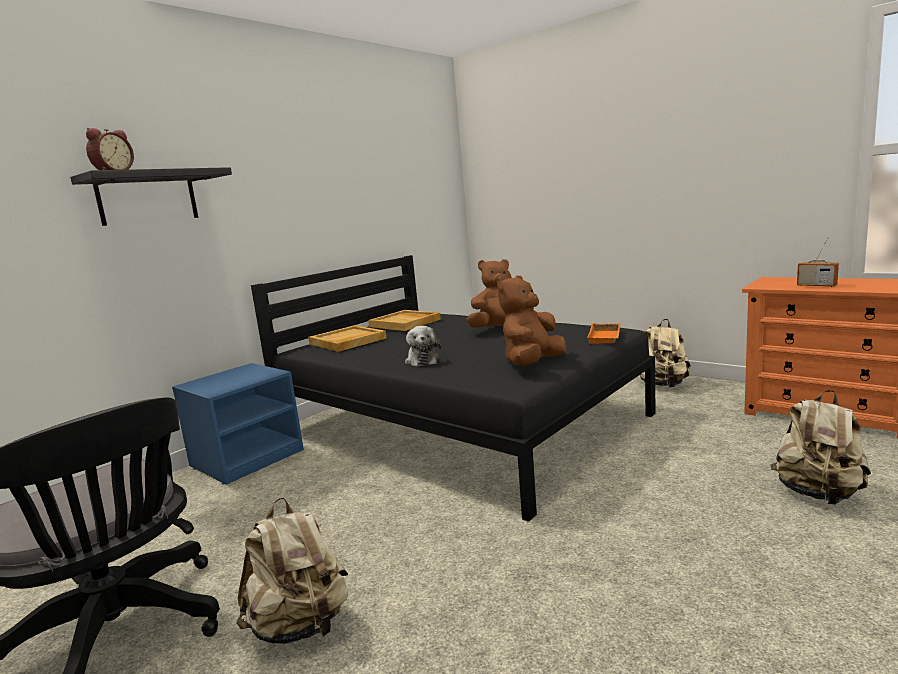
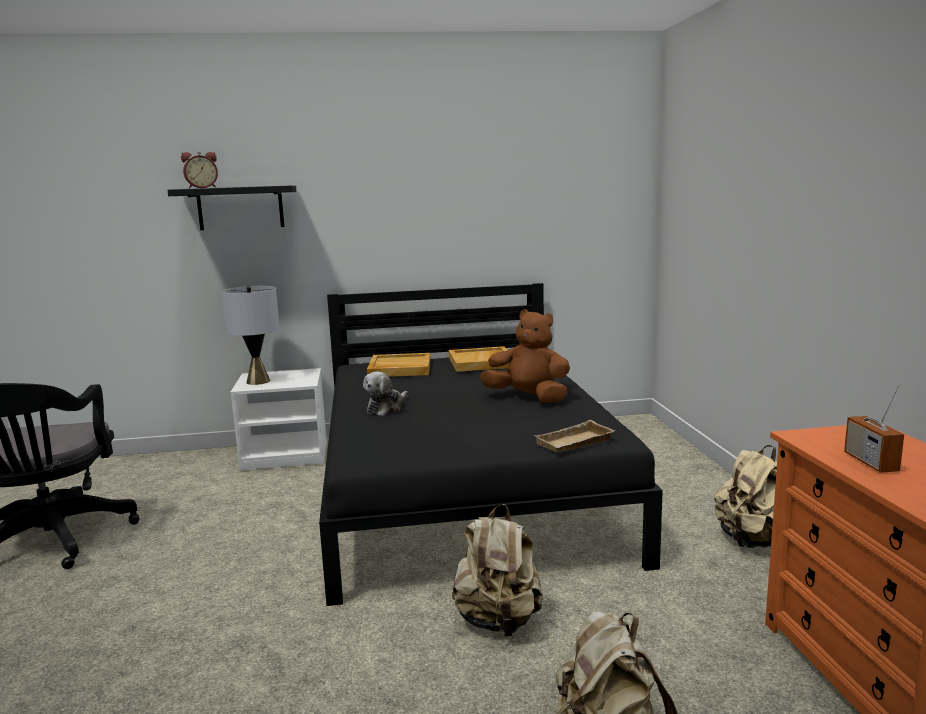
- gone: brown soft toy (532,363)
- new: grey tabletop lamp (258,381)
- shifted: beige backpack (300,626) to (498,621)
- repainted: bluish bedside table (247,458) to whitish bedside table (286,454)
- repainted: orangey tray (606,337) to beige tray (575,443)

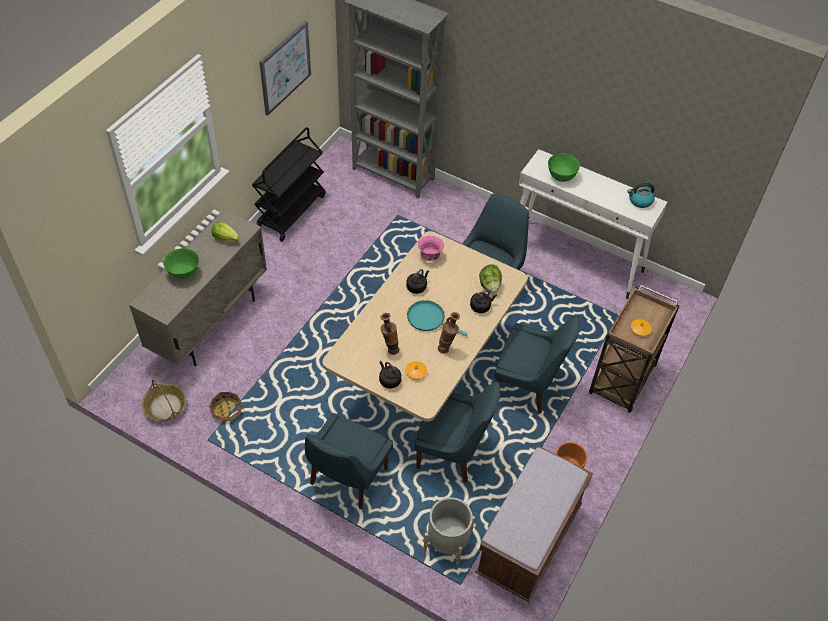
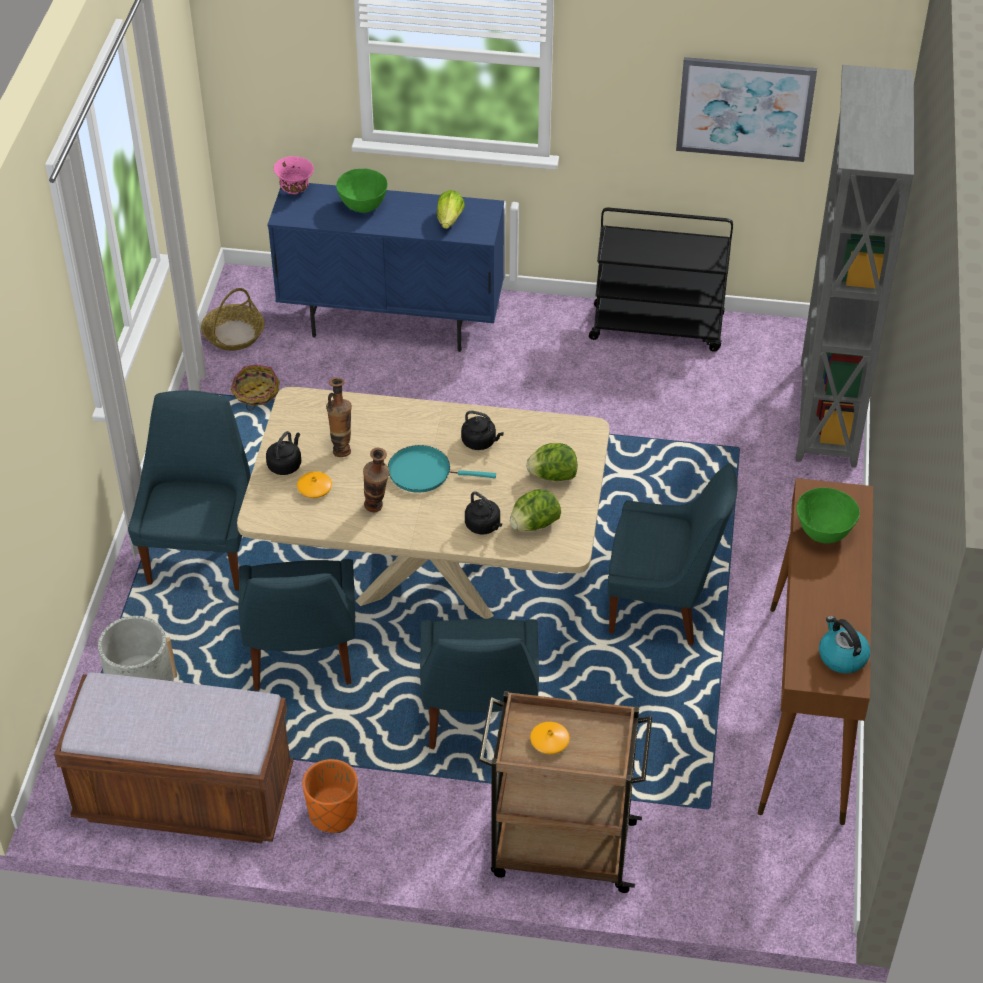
- new: lettuce head (552,476)
- shifted: pink-coloured bowl (429,256) to (295,189)
- repainted: beige cupboard (210,324) to bluish cupboard (392,324)
- repainted: whitish console table (576,258) to brown console table (806,712)
- rotated: bluish chair (347,478) = (202,553) 90 degrees clockwise
- rotated: blue-green pan (428,318) = (424,472) 90 degrees counterclockwise

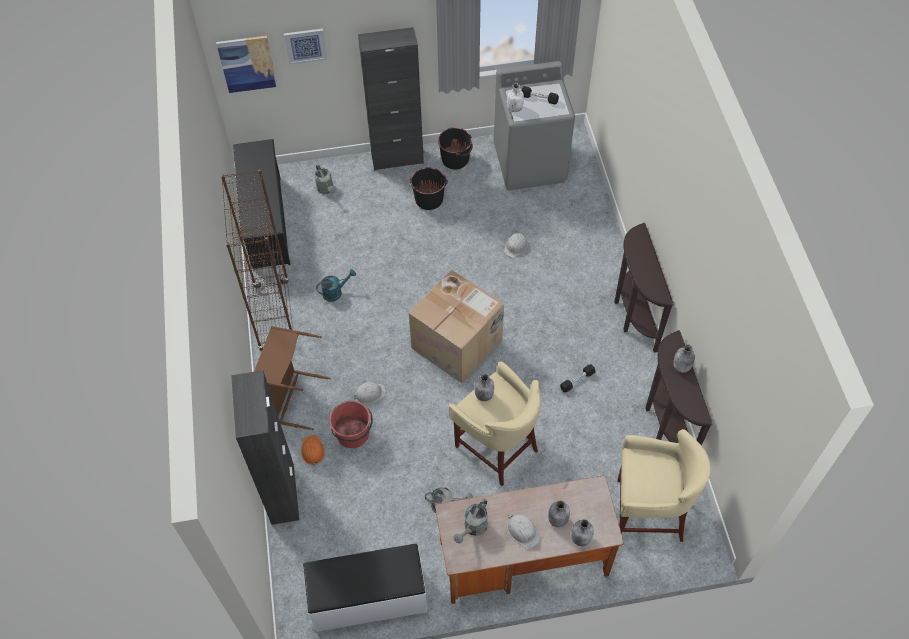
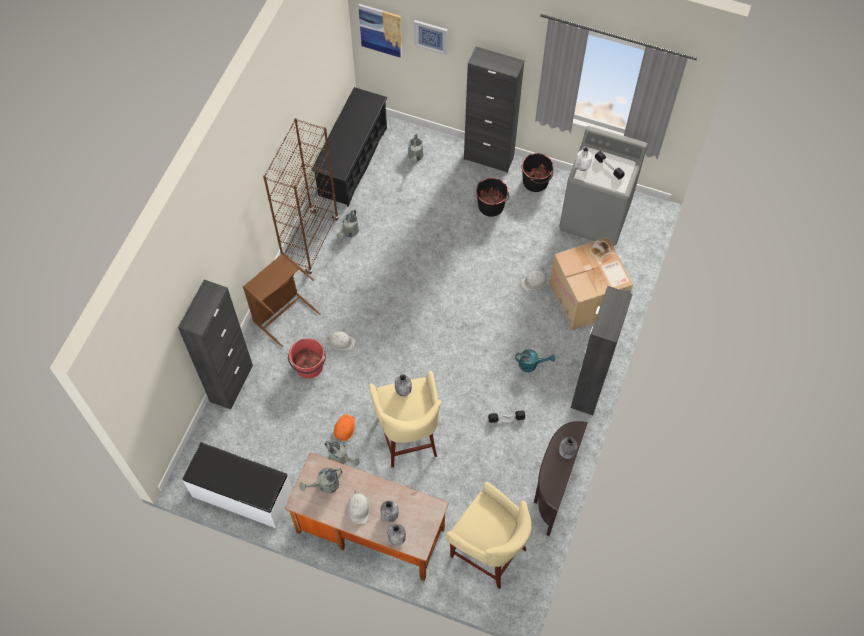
- new: grey watering can (349,232)
- shifted: orangey work helmet (312,451) to (344,428)
- shifted: blue-green watering can (335,292) to (531,364)
- shifted: cardboard box (458,343) to (587,298)
- swapped: brown console table (632,315) to black-coloured cupboard (589,389)

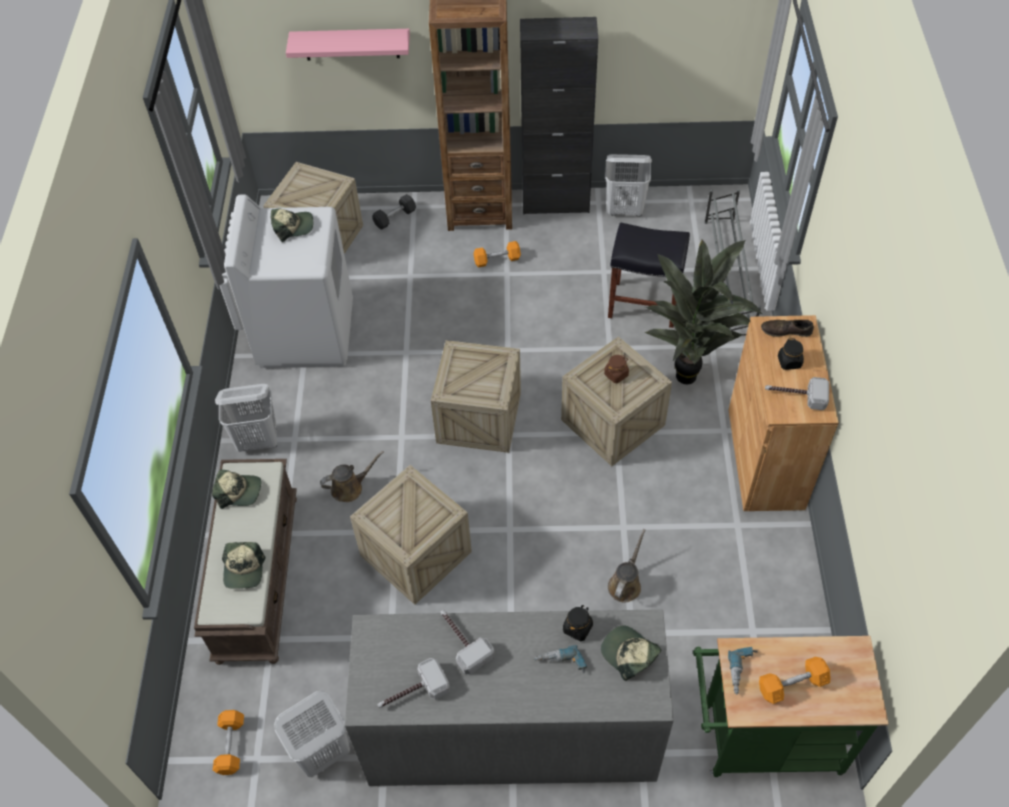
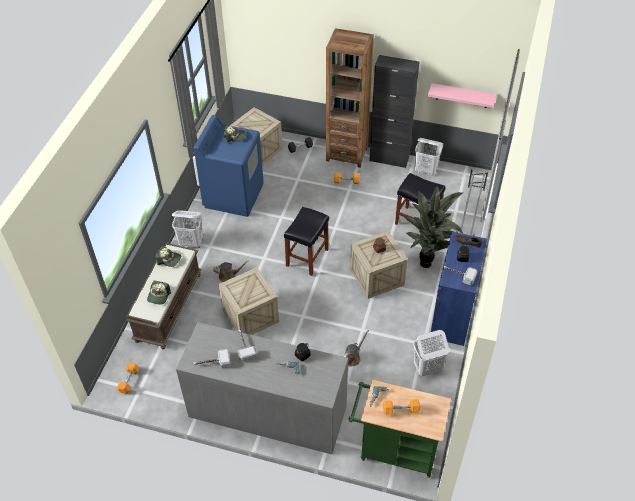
- gone: peaked cap (629,654)
- shifted: whitish hamper (322,753) to (427,368)
- shifted: pink-coloured wall shelf (351,44) to (462,95)
- swapped: packing crate (479,417) to black-coloured stool seat (307,258)
- repainted: whitish laundry machine (306,333) to bluish laundry machine (233,196)
- repainted: brown cupboard (765,458) to bluish cupboard (452,315)

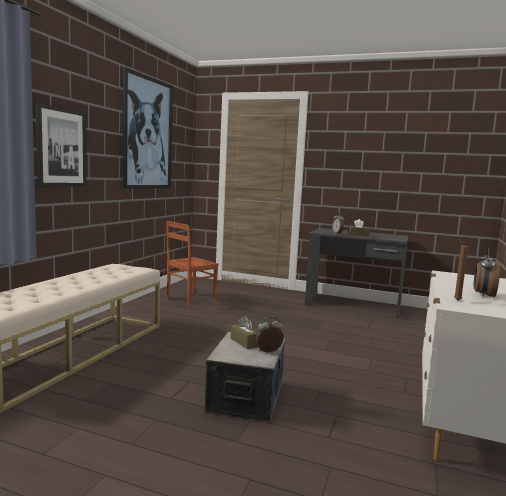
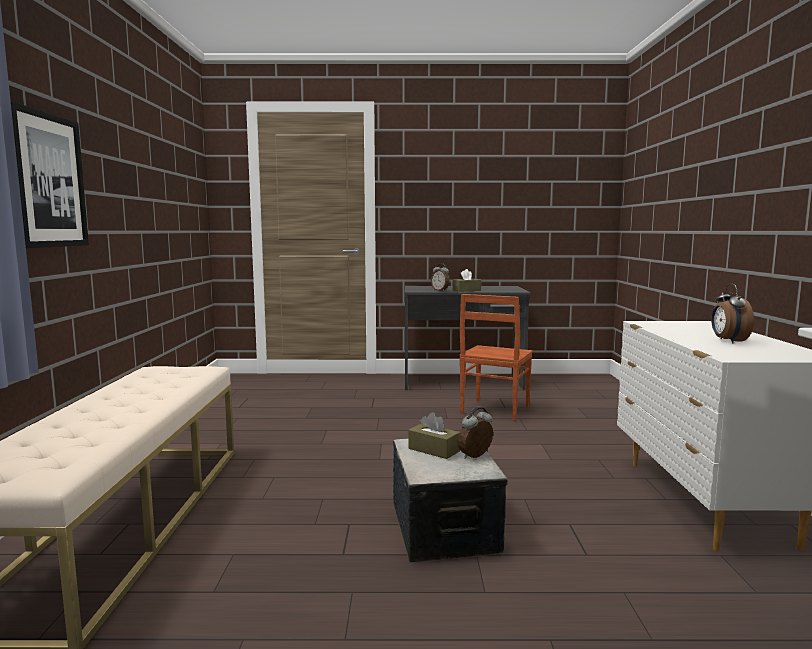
- gone: picture (148,133)
- gone: brown candle (456,300)
- shifted: brown chair (190,300) to (493,410)

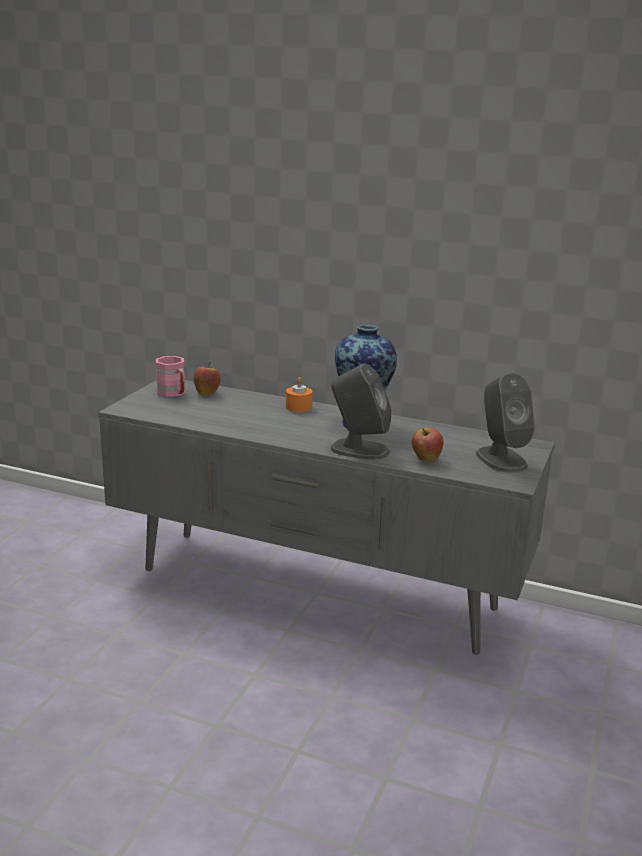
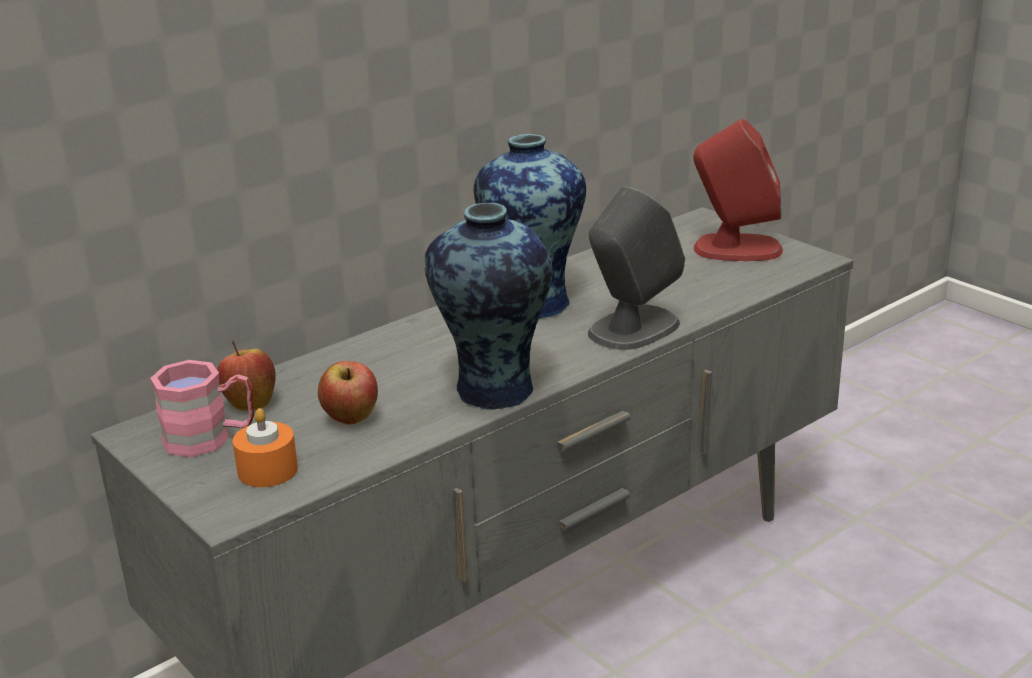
- new: decorative vase (493,392)
- shifted: orangey candle (298,407) to (267,470)
- shifted: apple fruit (426,459) to (351,419)
- repainted: grey audio speaker (501,459) to red-coloured audio speaker (736,248)

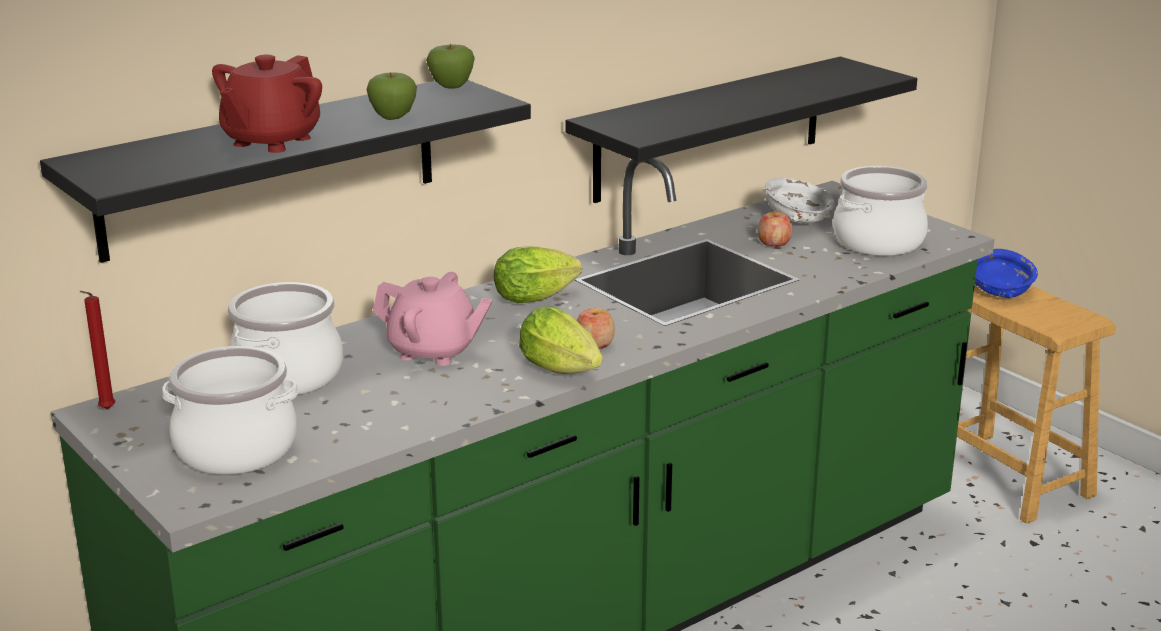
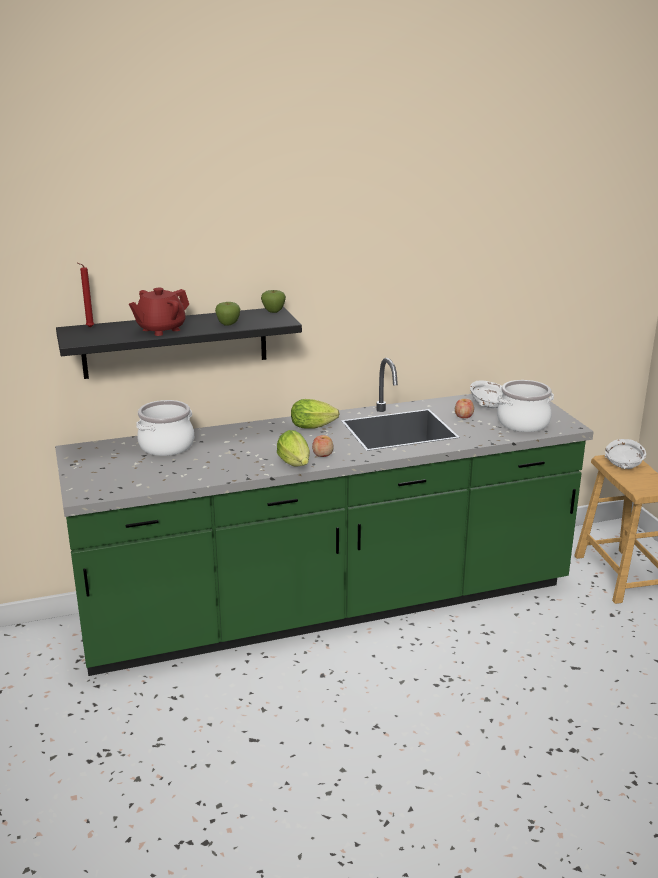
- gone: saucepot (235,450)
- gone: pink-coloured pot for tea (433,351)
- gone: black-coloured wall shelf (710,128)
- shifted: red-coloured candle (105,410) to (89,327)
- repainted: bluish bowl (999,291) to whitish bowl (623,464)

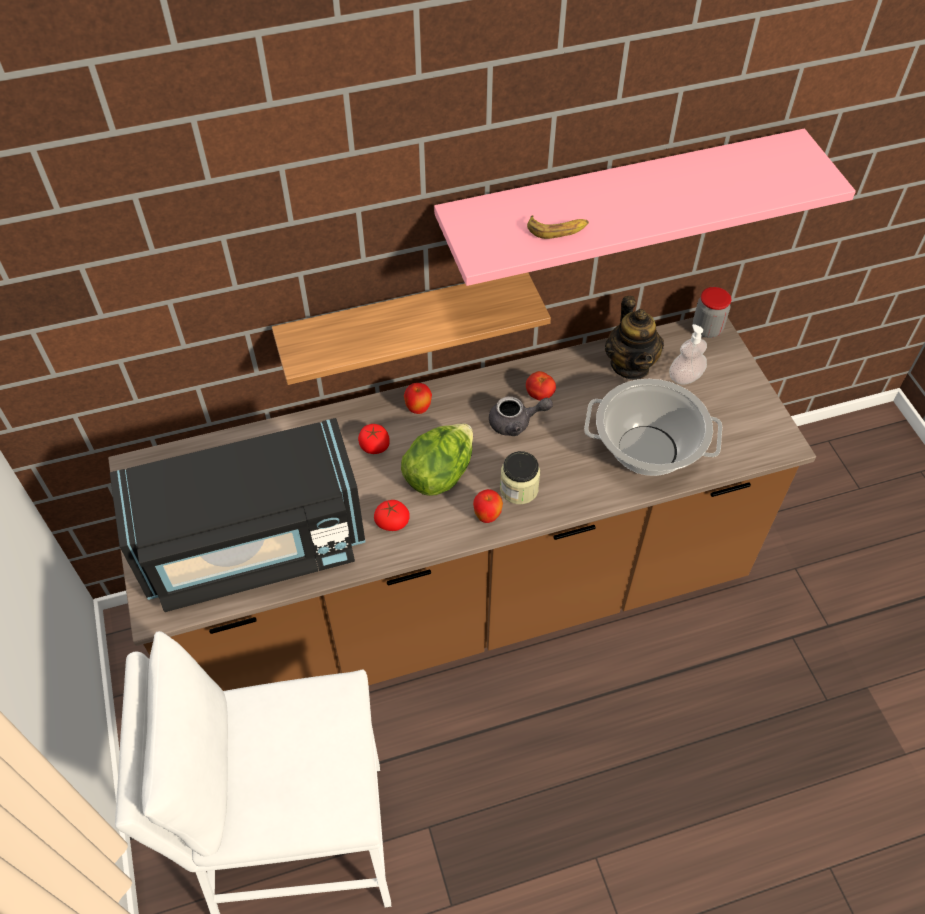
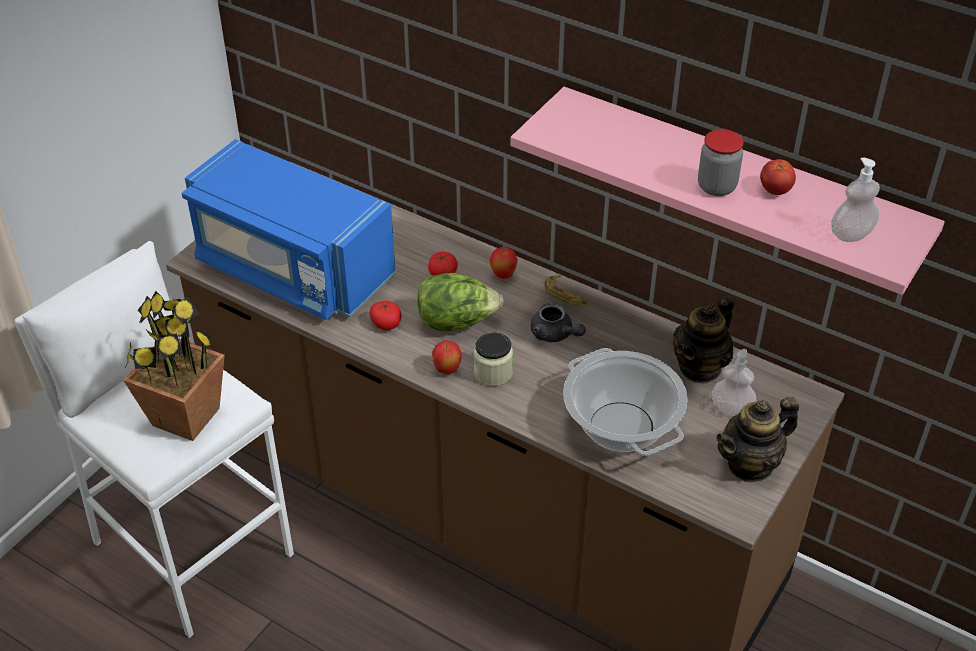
- gone: wall shelf (404,325)
- new: potted plant (185,416)
- new: pot for tea (750,464)
- new: liquid soap bottle (851,234)
- shifted: tomato (540,395) to (775,190)
- shifted: whole banana (557,230) to (565,295)
- shifted: storage jar (707,329) to (716,187)
- repainted: black-coloured kitchen microwave (253,546) to bluish kitchen microwave (292,269)

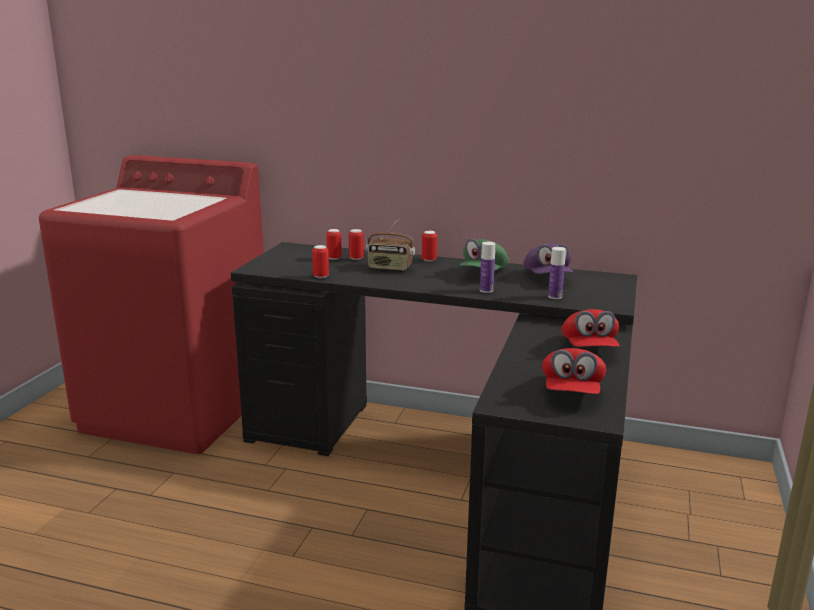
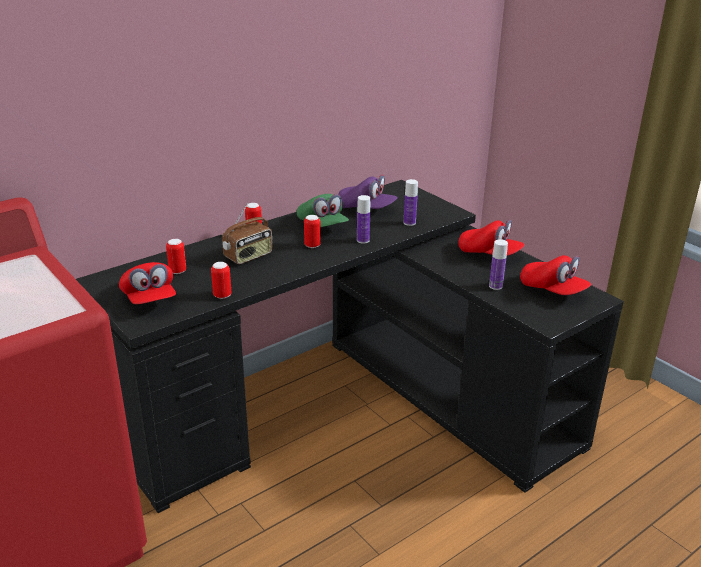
- new: red-coloured peaked cap (149,299)
- new: drink bottle (495,286)
- shifted: can (356,258) to (312,245)

